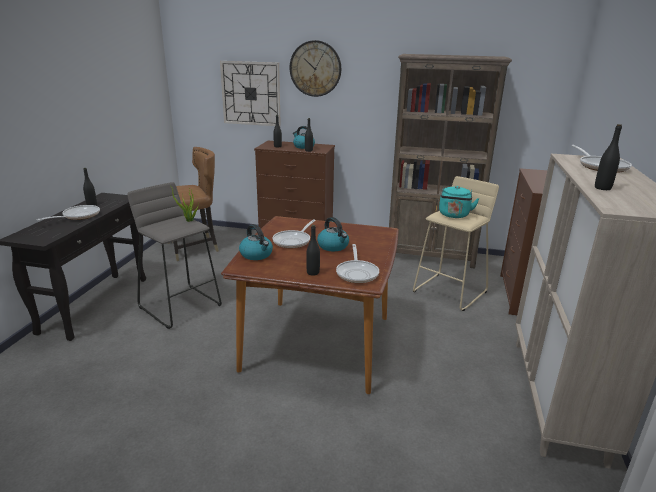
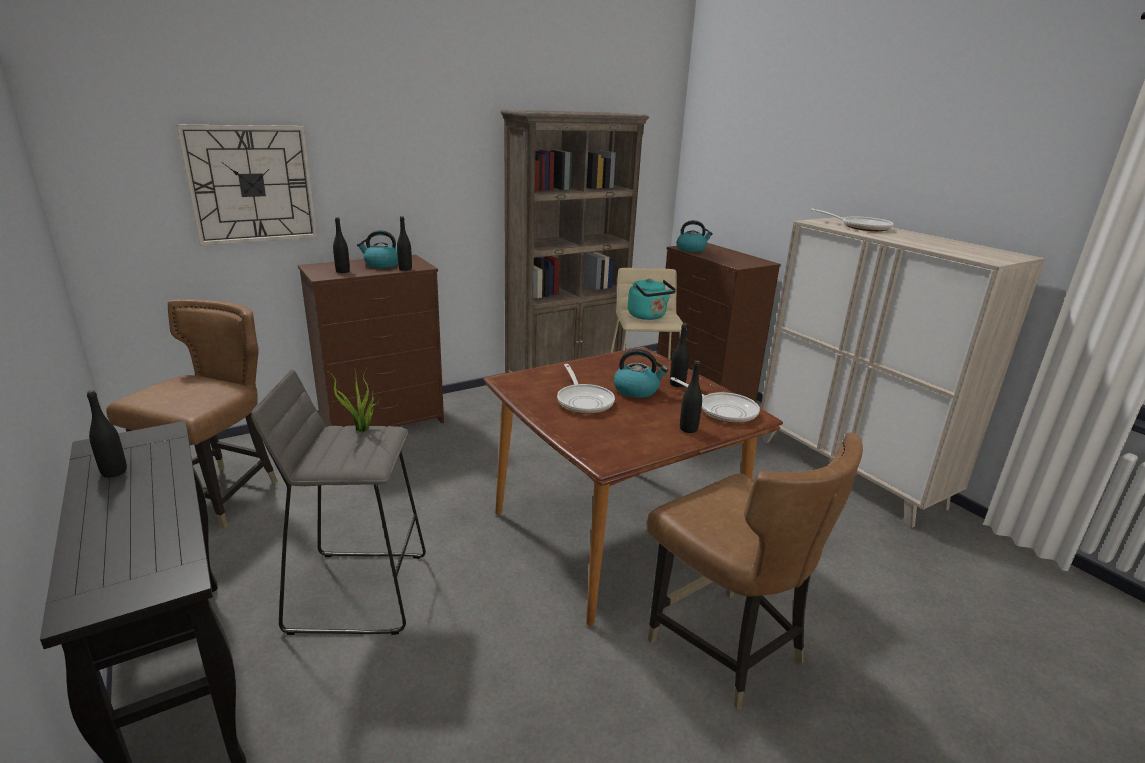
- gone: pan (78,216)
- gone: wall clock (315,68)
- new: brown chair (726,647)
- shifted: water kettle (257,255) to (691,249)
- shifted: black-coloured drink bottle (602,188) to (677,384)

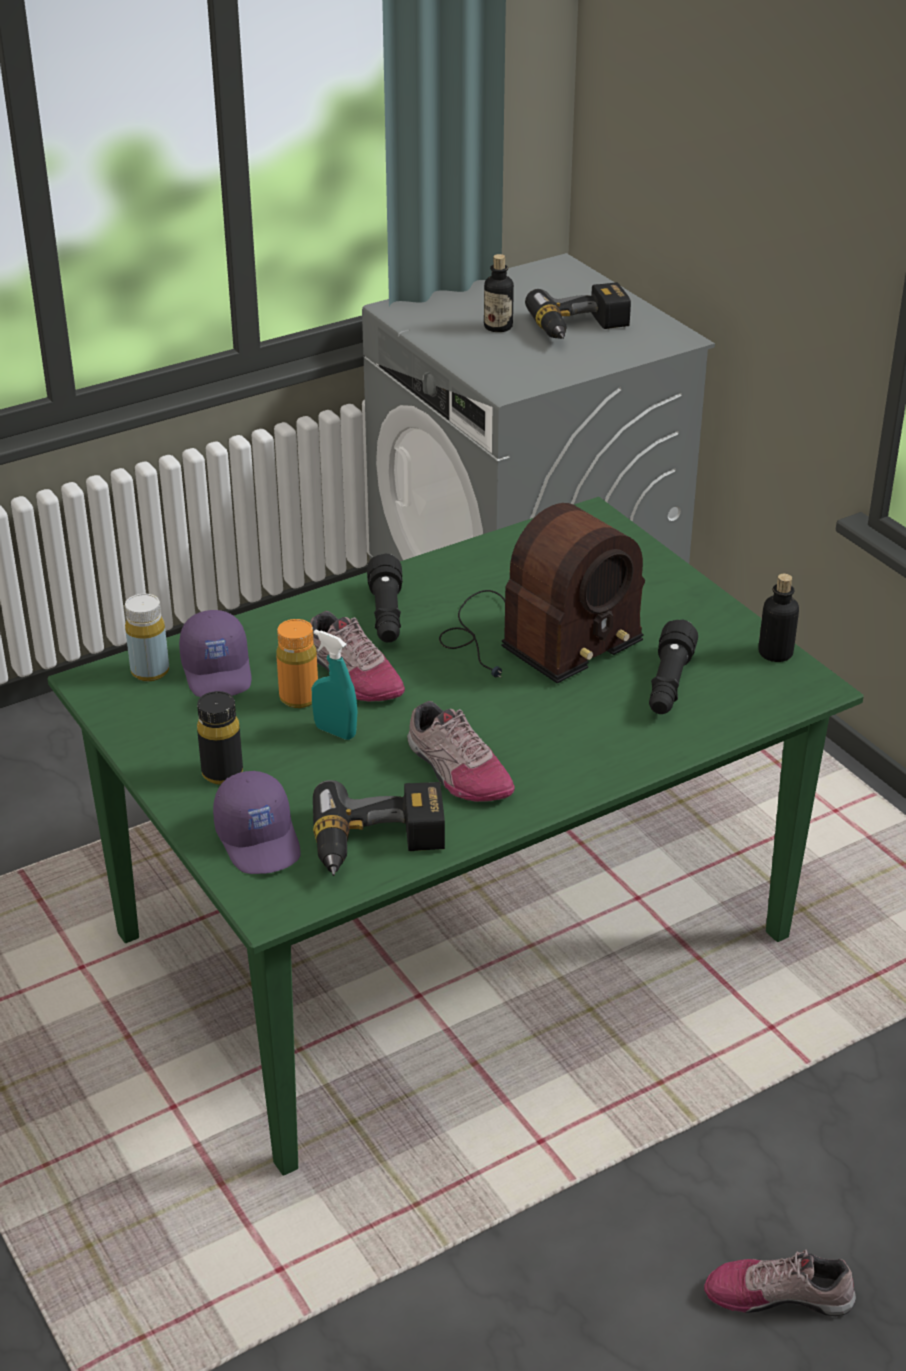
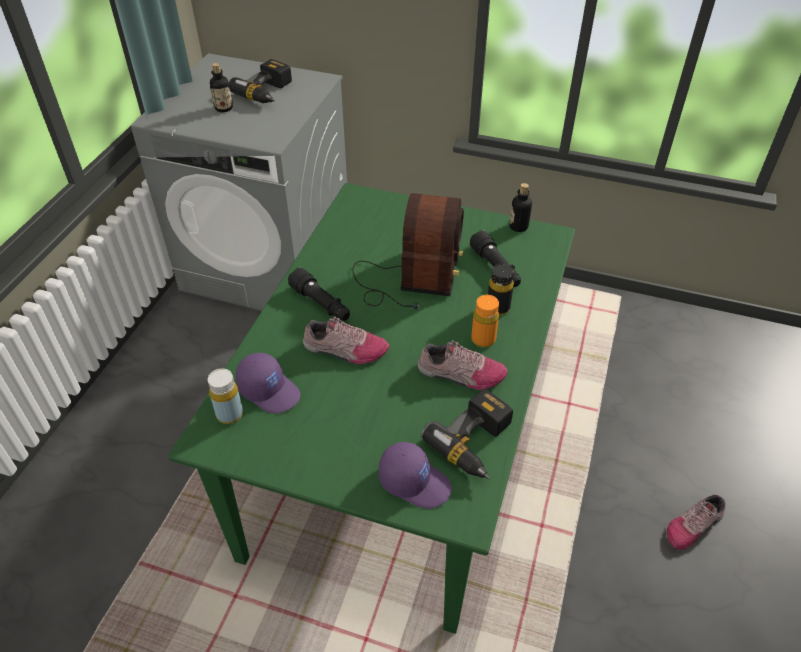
- gone: blue-green spray bottle (335,731)
- shifted: black-coloured drink bottle (222,773) to (498,308)
- shifted: orangey drink bottle (299,698) to (483,339)

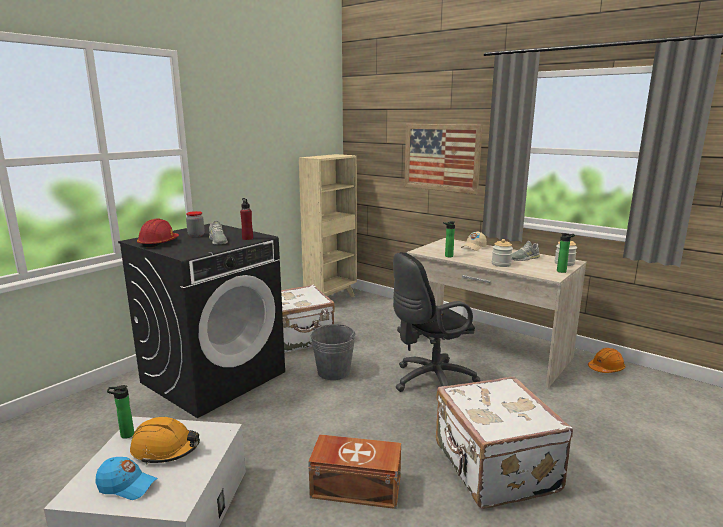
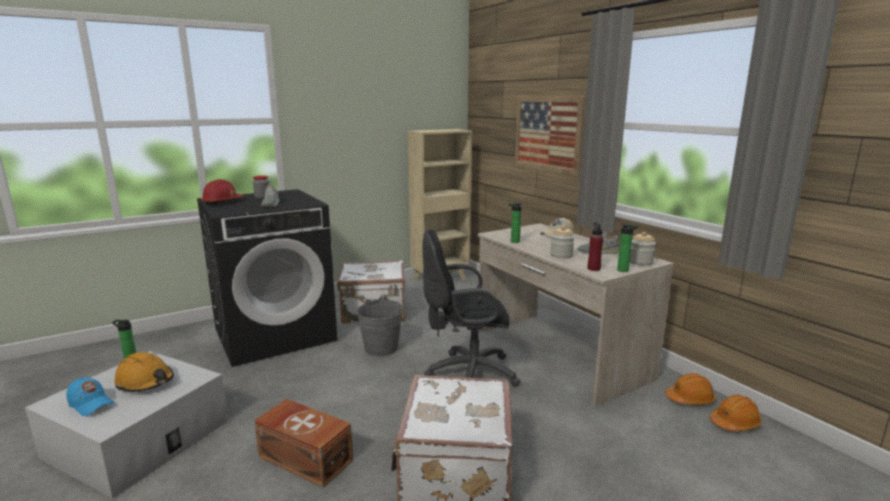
- new: orangey work helmet (734,423)
- shifted: red-coloured drink bottle (247,238) to (593,269)

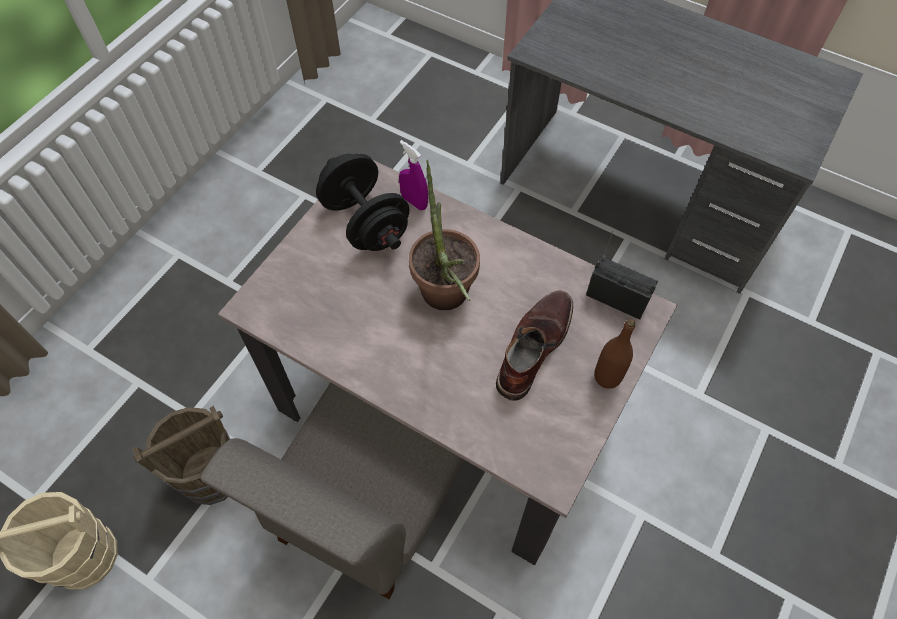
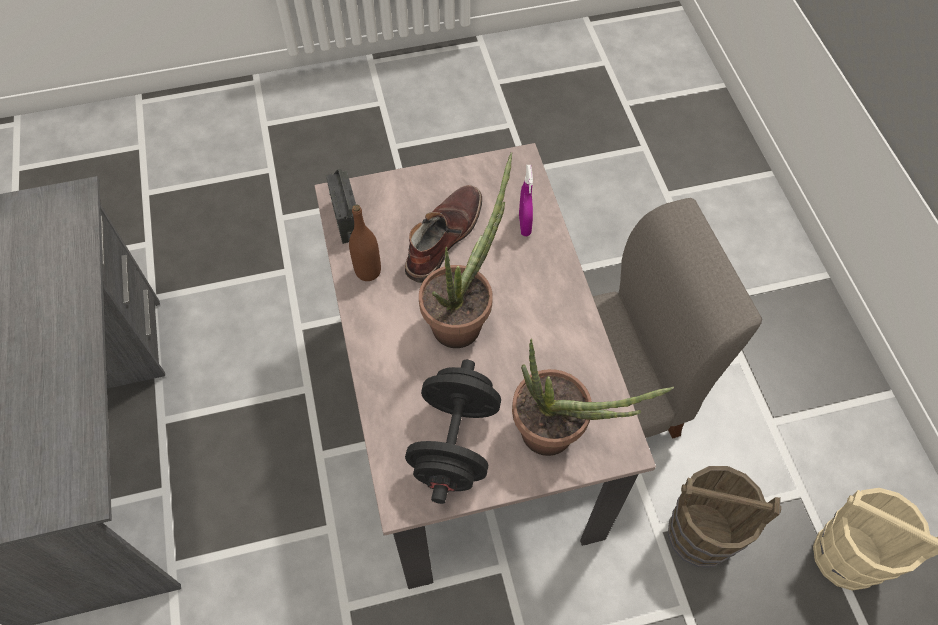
- new: potted plant (558,437)
- shifted: purplish spray bottle (414,202) to (524,225)
- shifted: brown drink bottle (607,377) to (368,271)
- rotated: brown high-top boot (532,347) = (442,237) 135 degrees clockwise

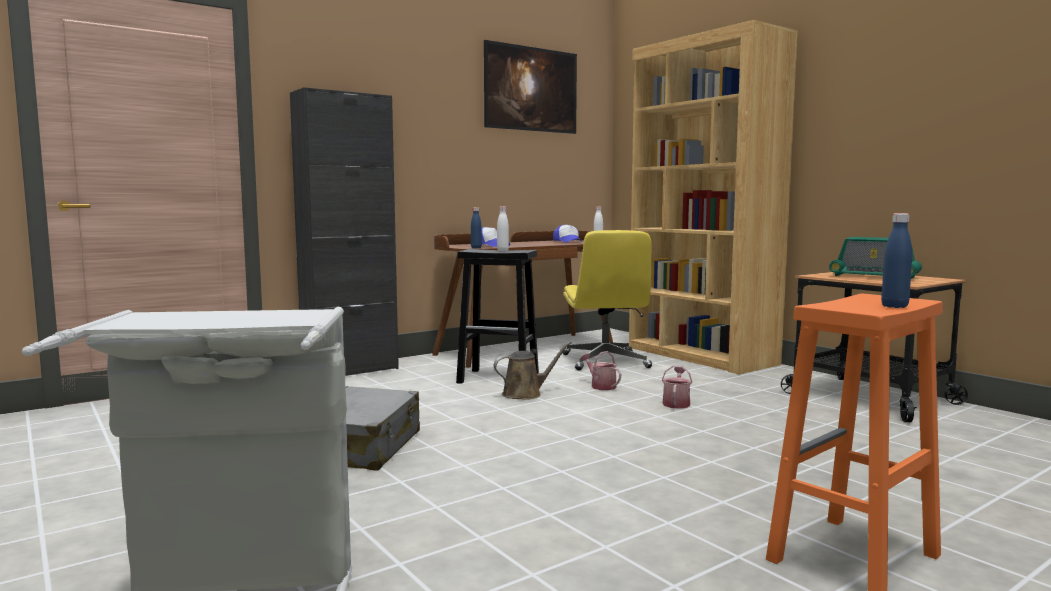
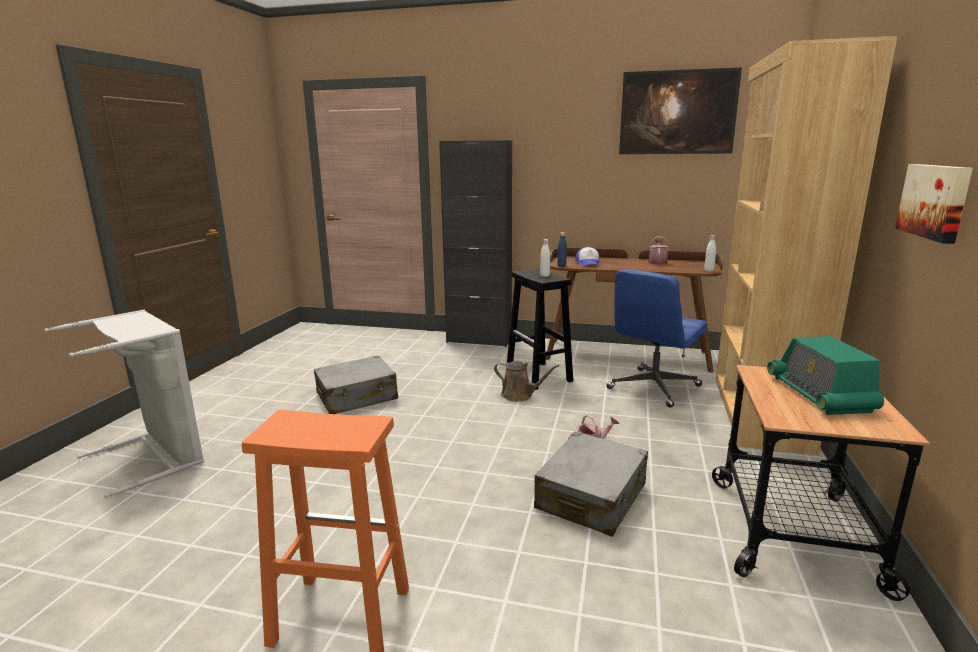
- gone: peaked cap (568,241)
- gone: bluish drink bottle (894,306)
- new: grey piece of luggage (591,497)
- new: picture (935,201)
- shifted: watering can (601,386) to (657,262)
- repainted: yellow-coloured computer chair (605,361) to bluish computer chair (653,388)

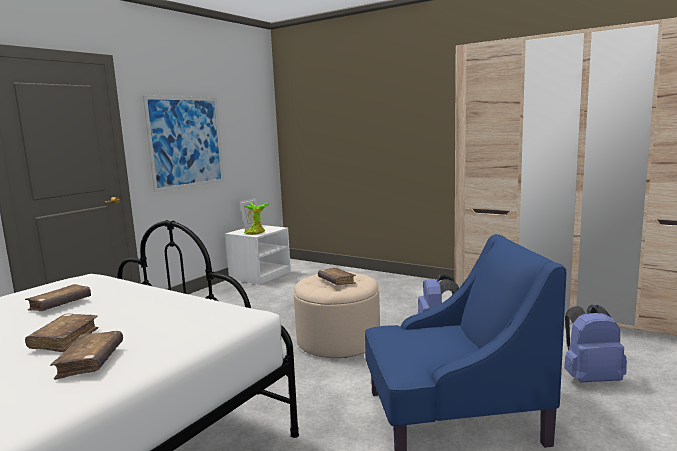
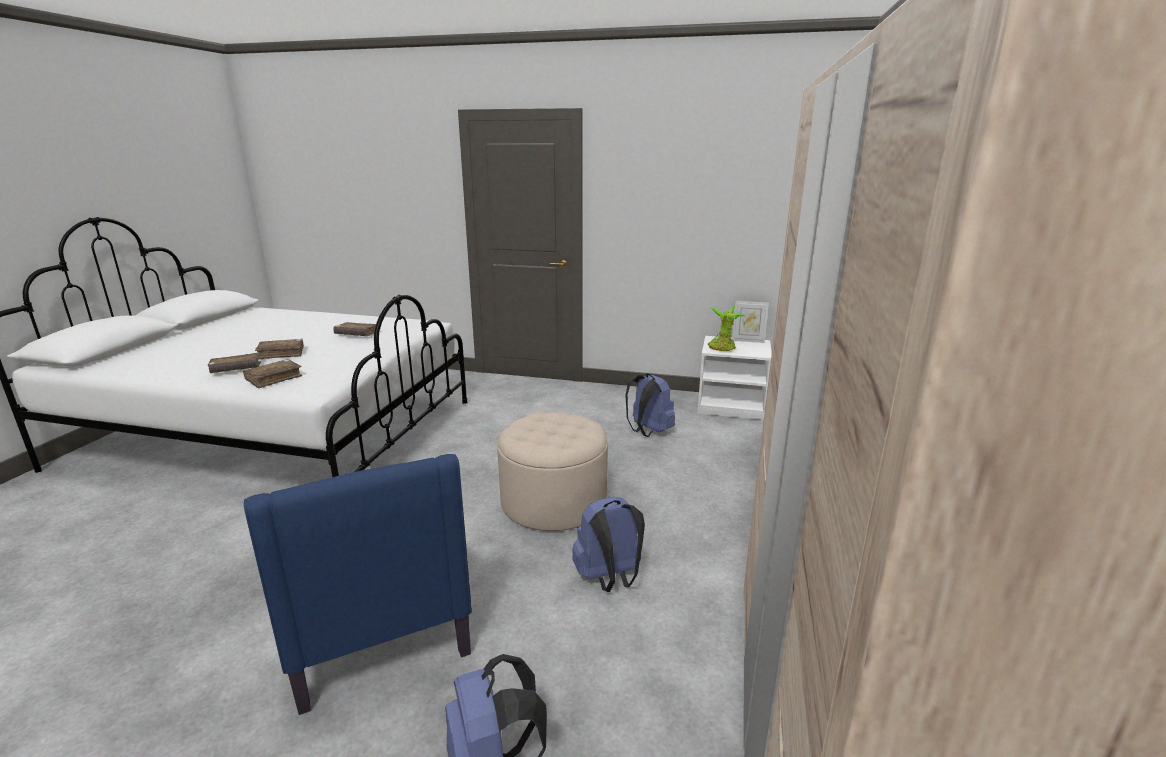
- gone: picture (186,142)
- new: bluish backpack (648,431)
- shifted: brown volume (336,281) to (274,379)

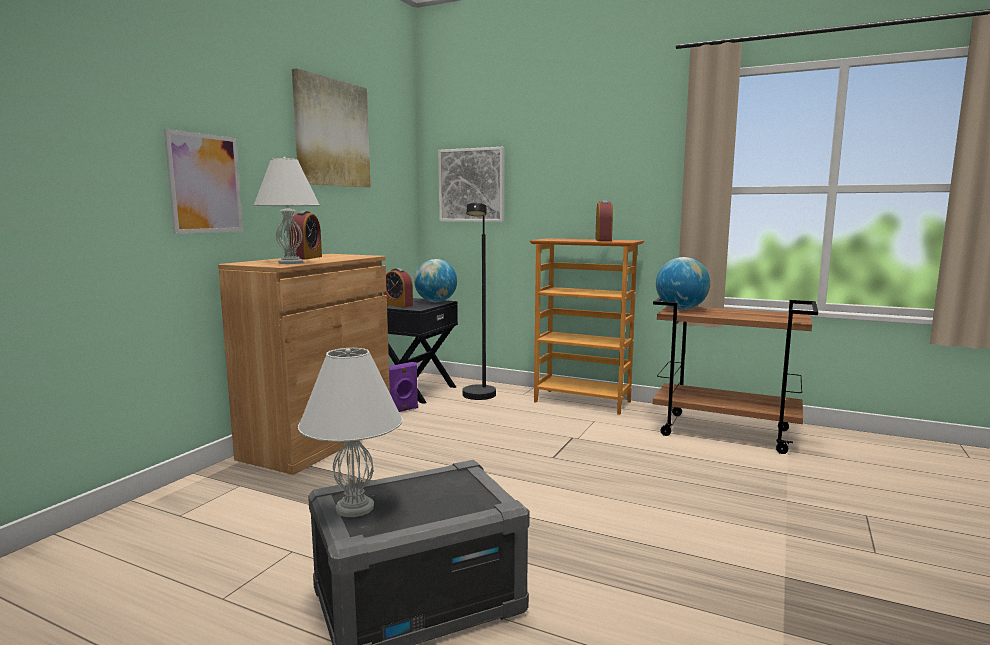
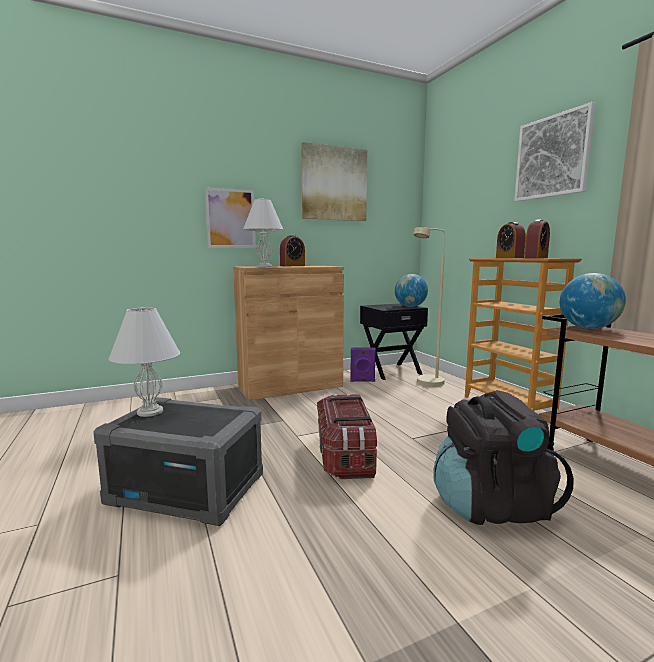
- new: storage bin (344,454)
- new: black-coloured backpack (491,505)
- shifted: bedside clock (398,305) to (509,258)
- shifted: picture (472,185) to (553,157)
- repainted: black-coloured floor lamp (479,398) to beige floor lamp (426,384)

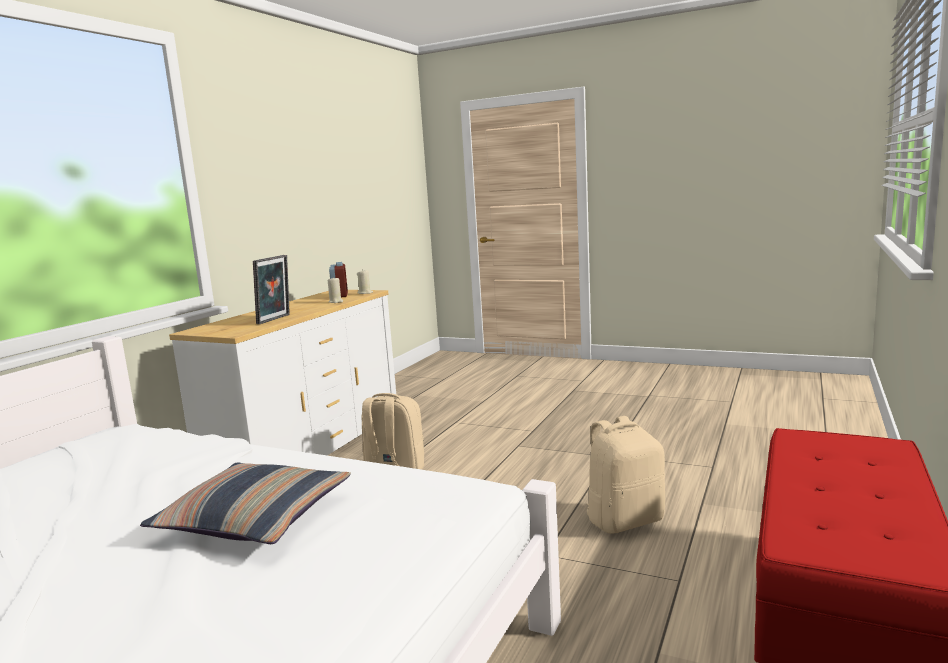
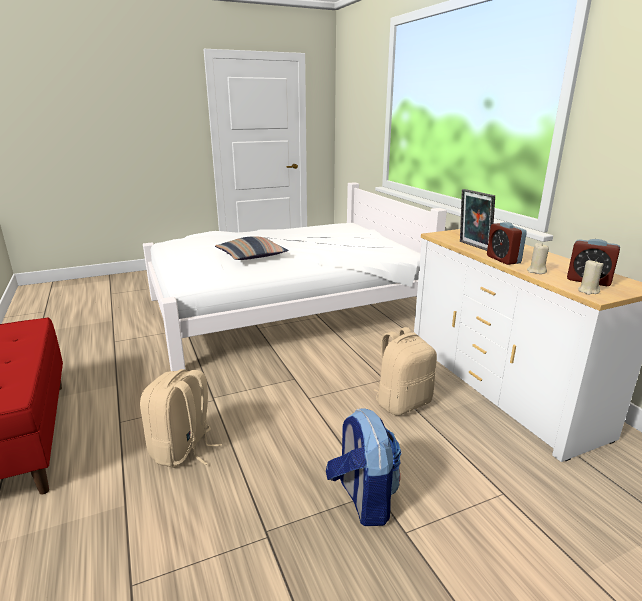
- new: backpack (362,499)
- new: bedside clock (503,259)

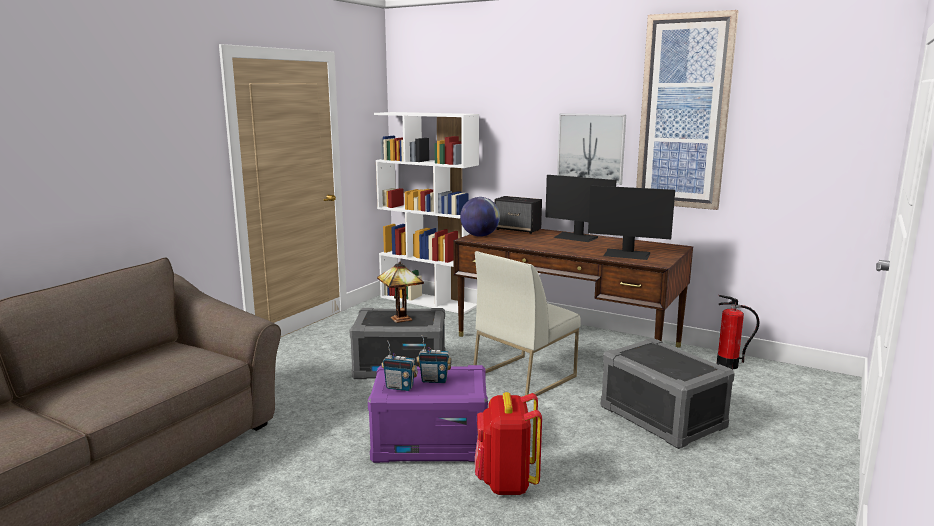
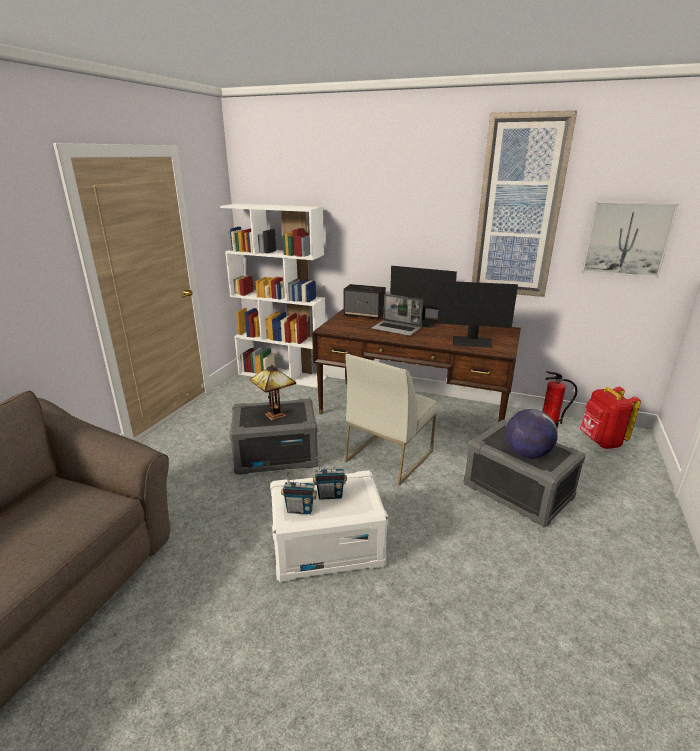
- new: notebook computer (397,329)
- shifted: globe (479,236) to (527,453)
- shifted: red-coloured backpack (506,483) to (600,441)
- shifted: picture (591,148) to (626,239)
- repainted: purplish storage bin (431,441) to whitish storage bin (328,546)

